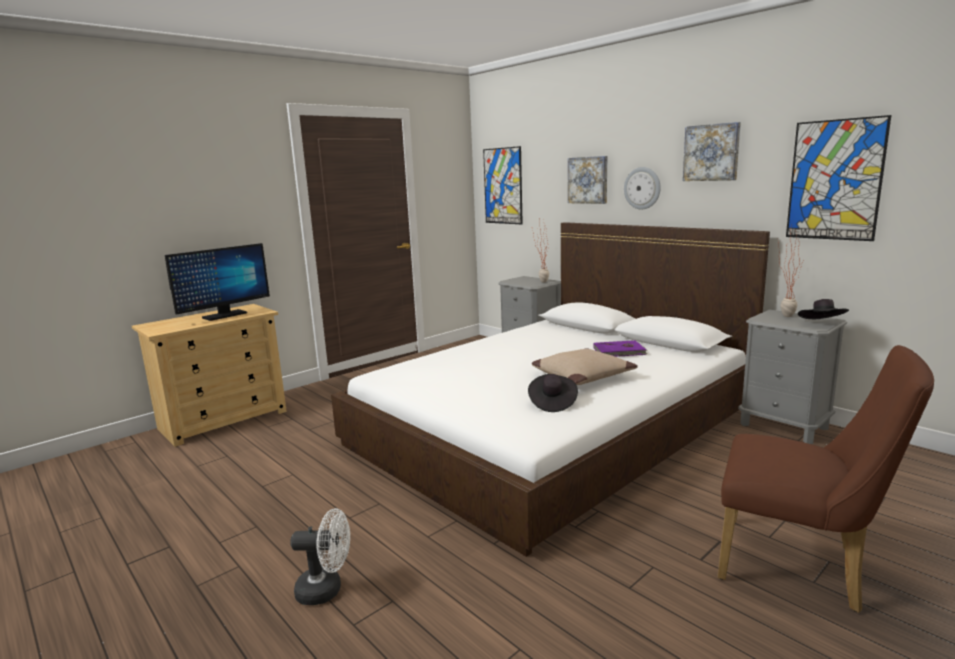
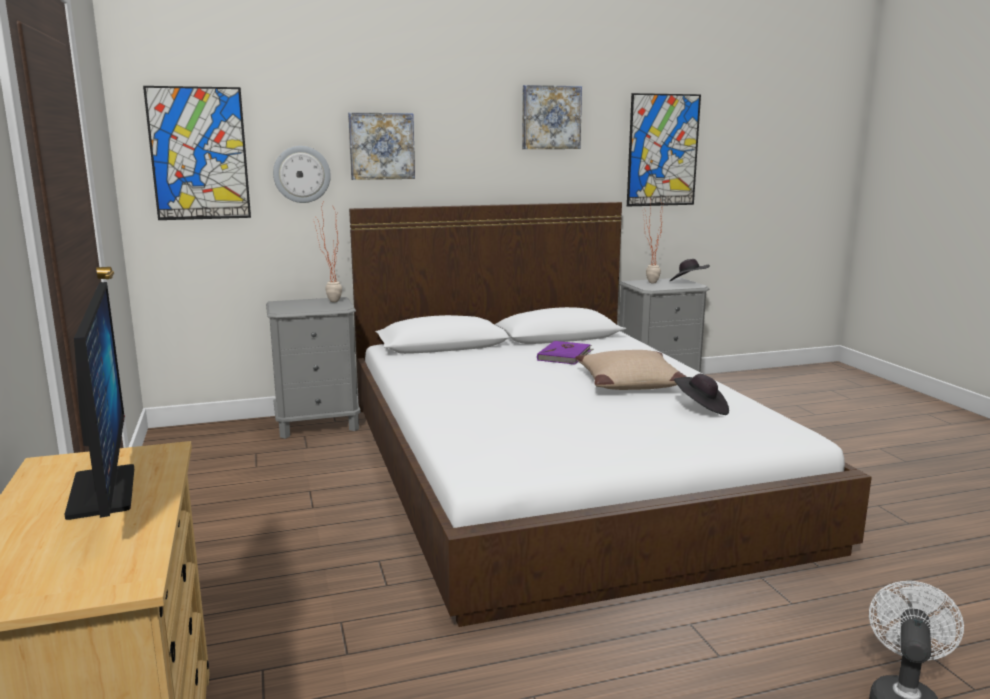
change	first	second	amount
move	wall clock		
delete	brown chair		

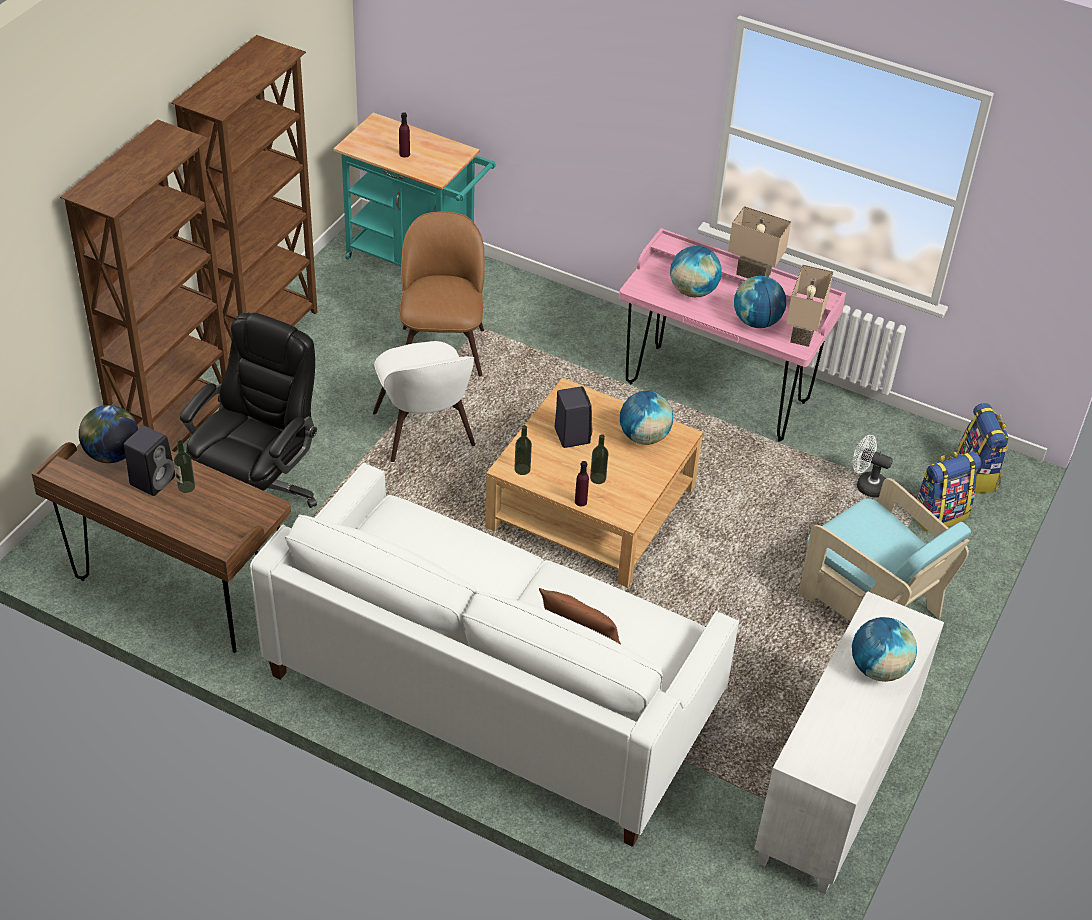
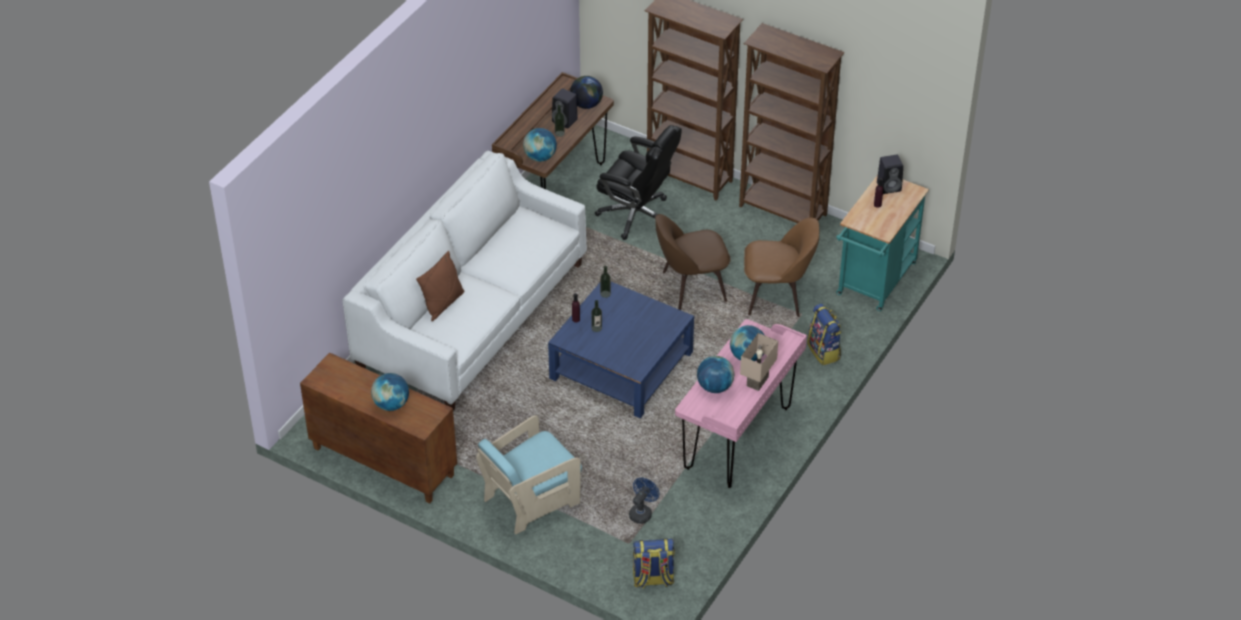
change	first	second	amount
recolor	white chair	brown chair (1st from left)	
recolor	beige coffee table	blue coffee table	
move	black speaker (2nd from left)		
move	globe (2nd from left)		
recolor	white cabinet	brown cabinet	
delete	beige table lamp (2nd from left)		
recolor	white fan	blue fan	
move	backpack (1st from left in the first image)	backpack (2nd from left)	

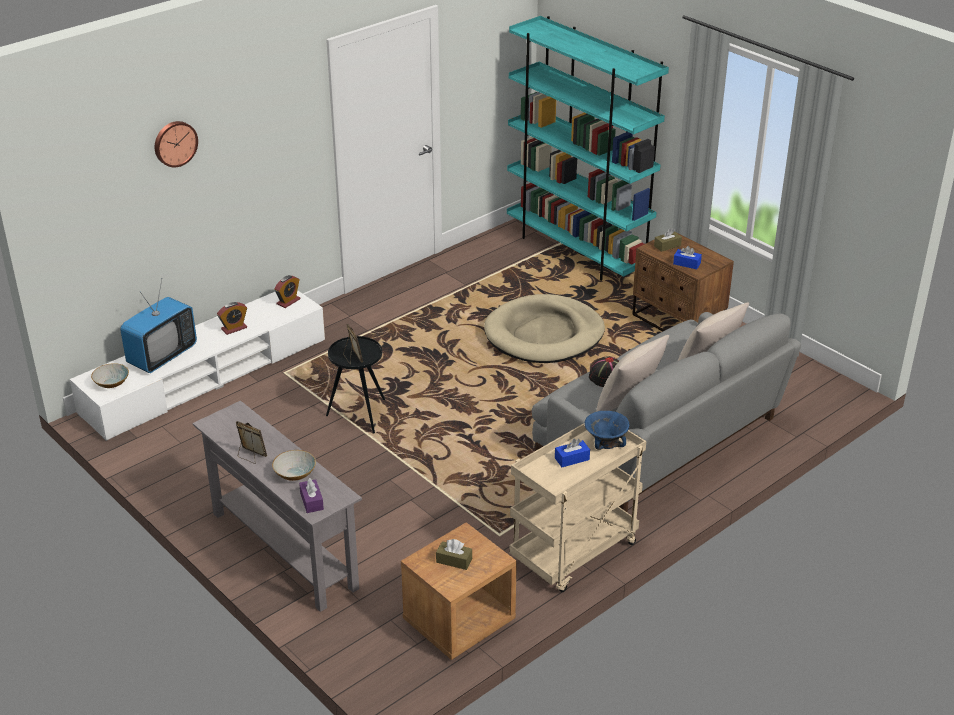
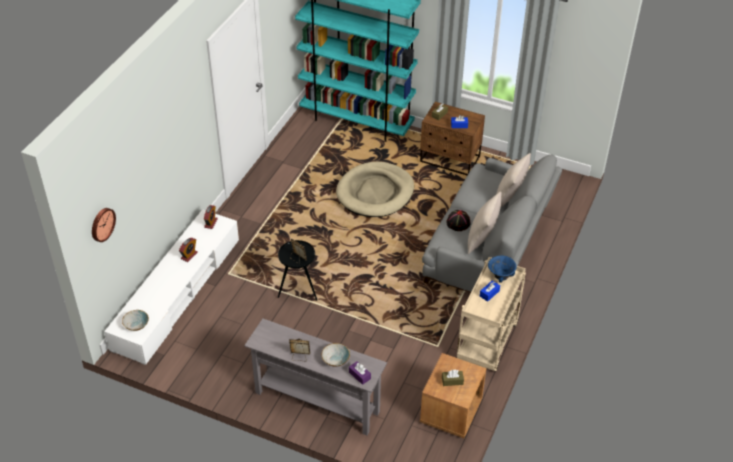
change	first	second	amount
delete	television		
move	wall clock		

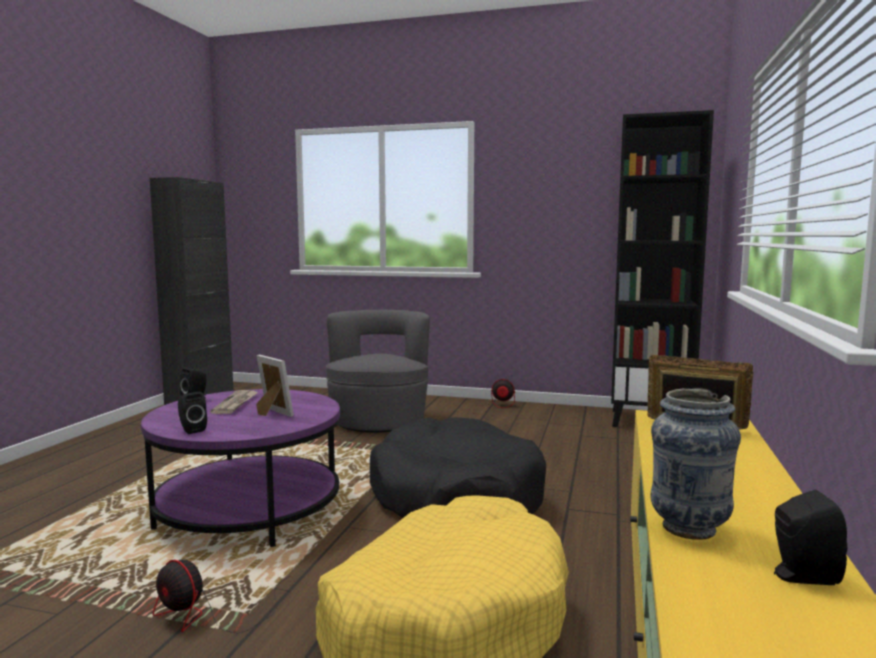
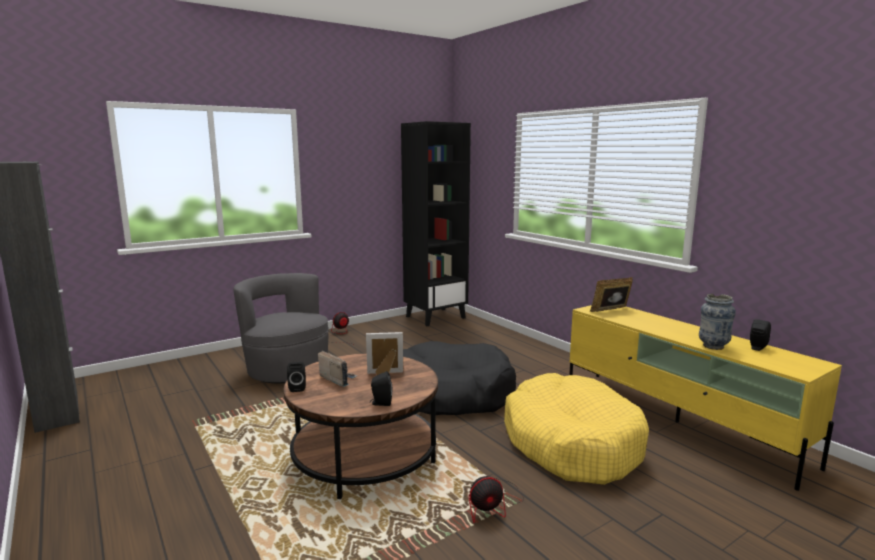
change	first	second	amount
recolor	purple coffee table	brown coffee table	
replace	newspaper	radio	

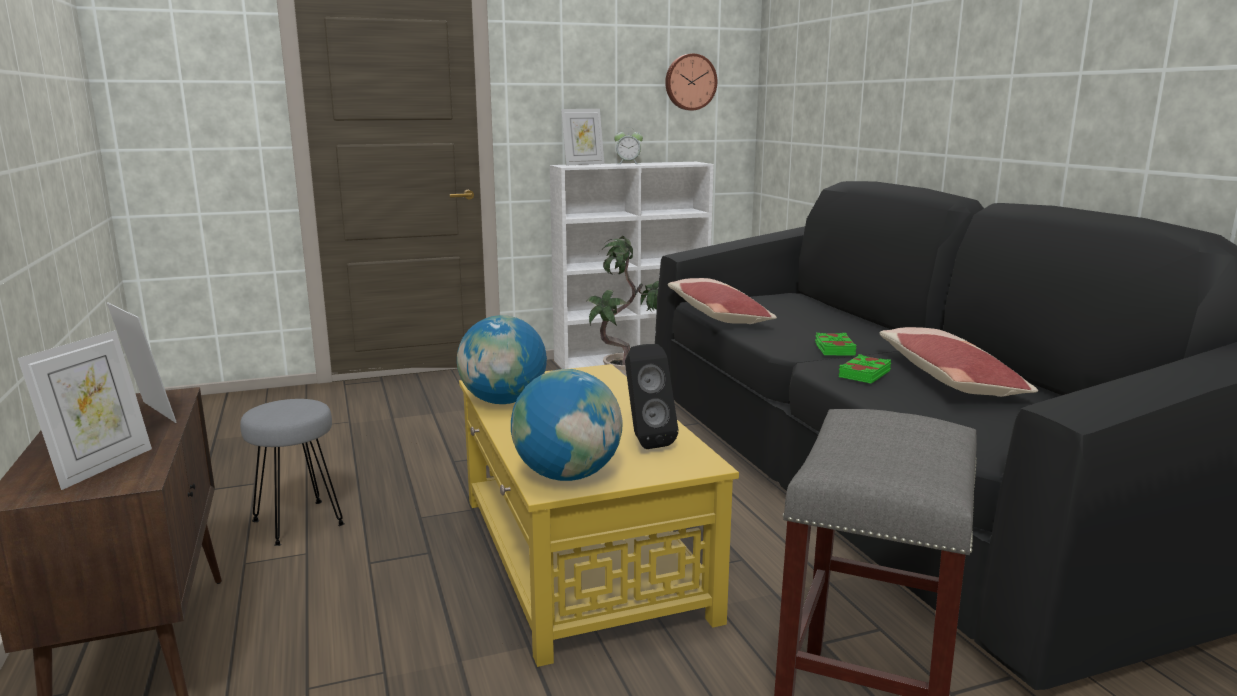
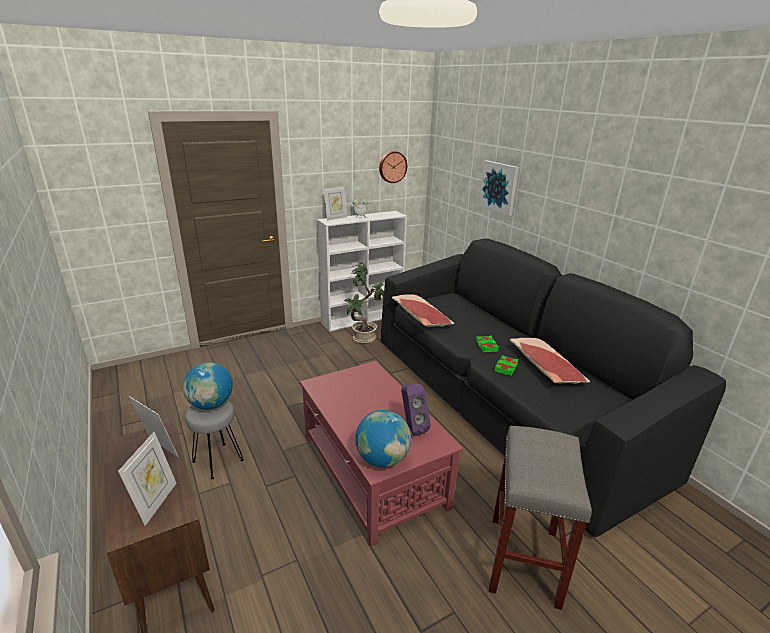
change	first	second	amount
move	globe (1st from left)		
recolor	yellow coffee table	red coffee table	
recolor	black speaker	purple speaker	
insert		picture	

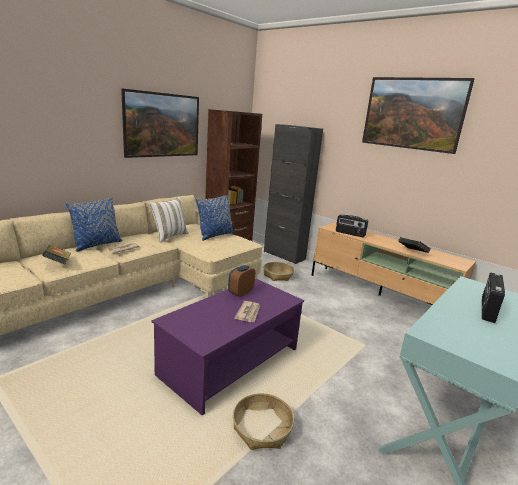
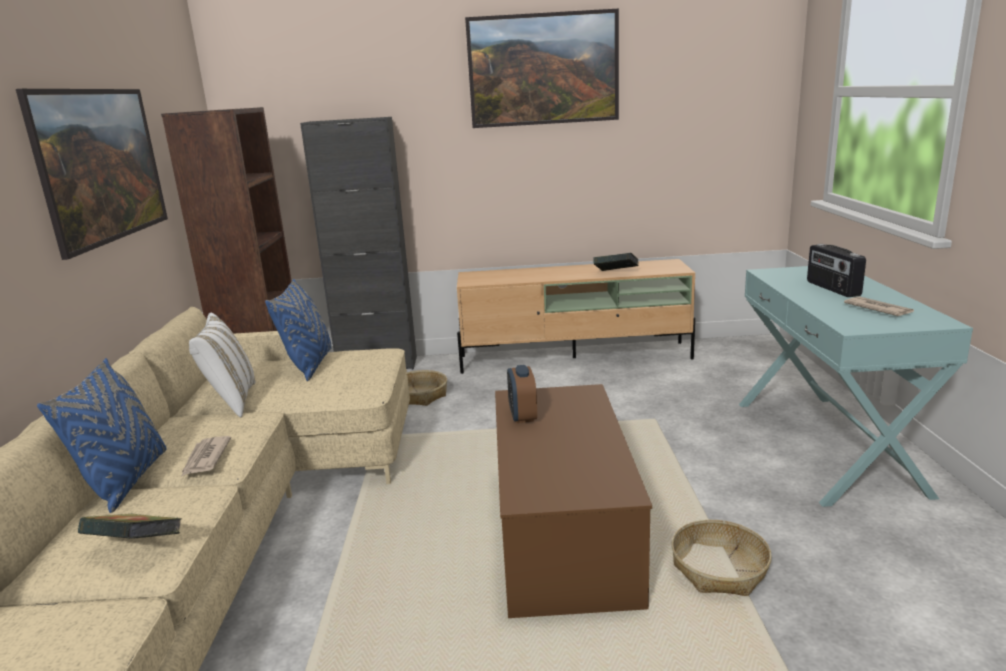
change	first	second	amount
recolor	purple coffee table	brown coffee table	
move	newspaper (2nd from left)		
delete	radio (1st from left)		

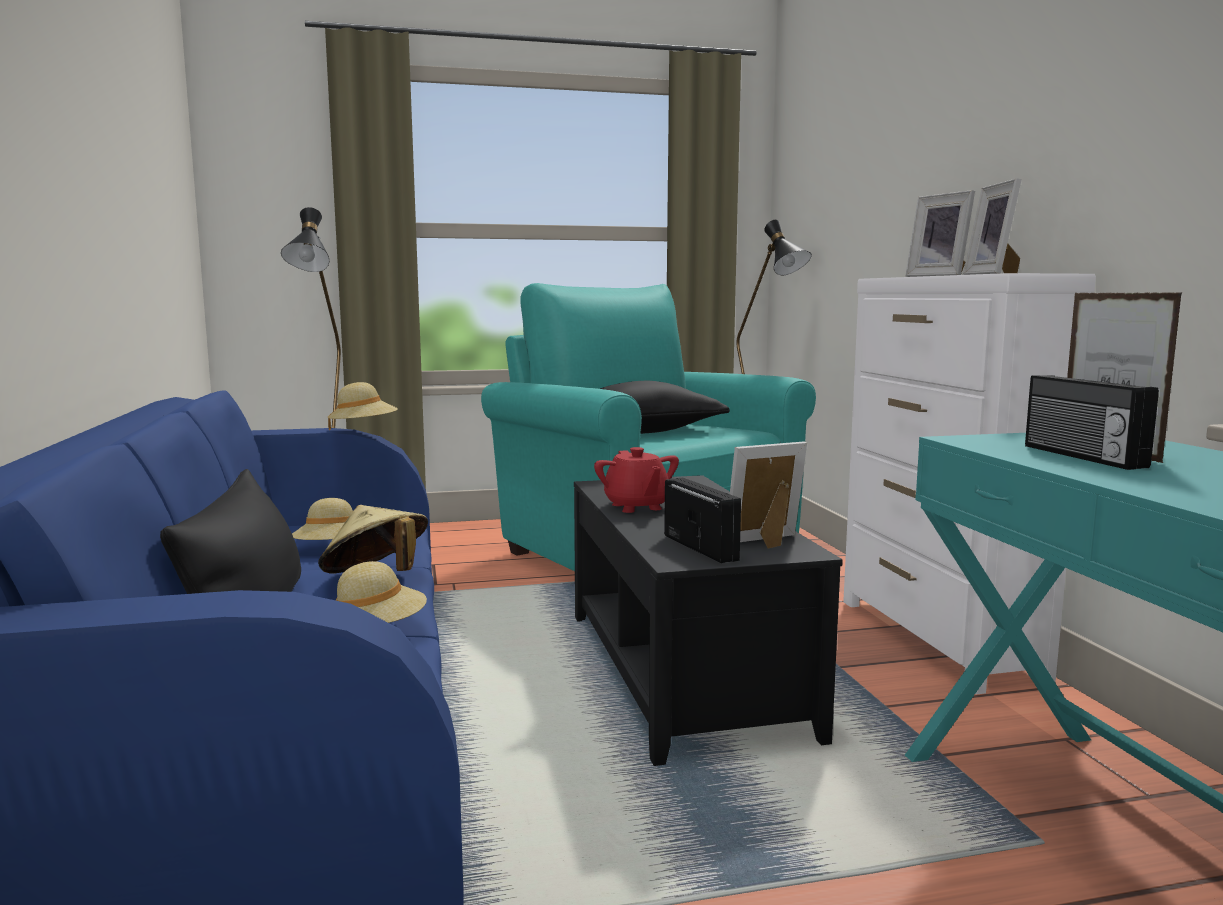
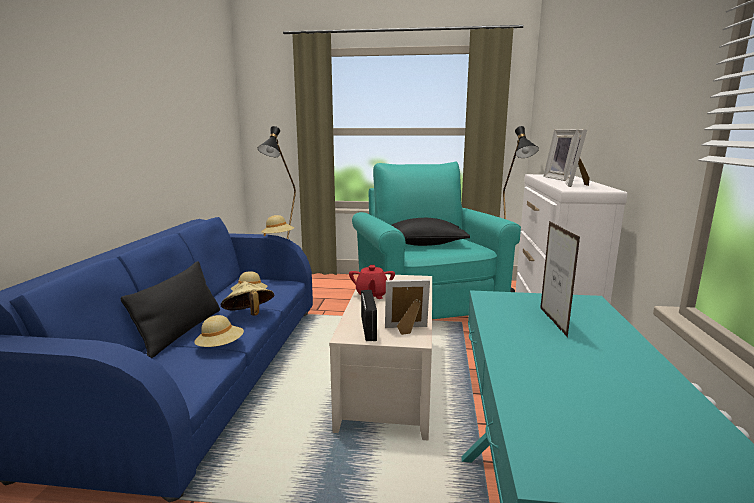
change	first	second	amount
recolor	black coffee table	beige coffee table	
delete	radio (2nd from left)		

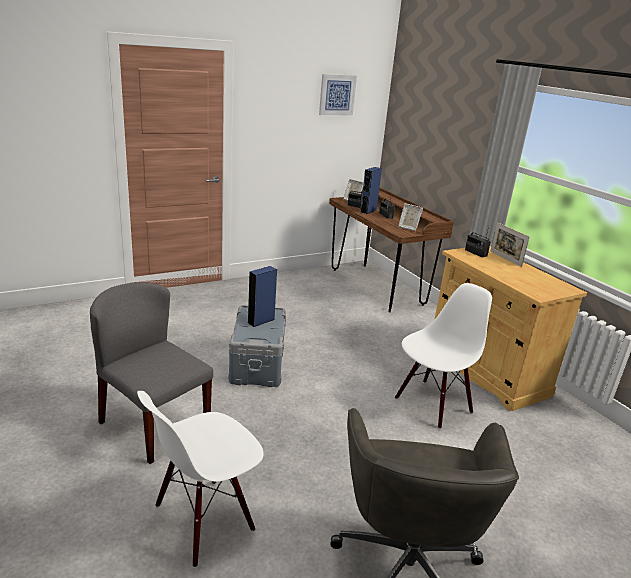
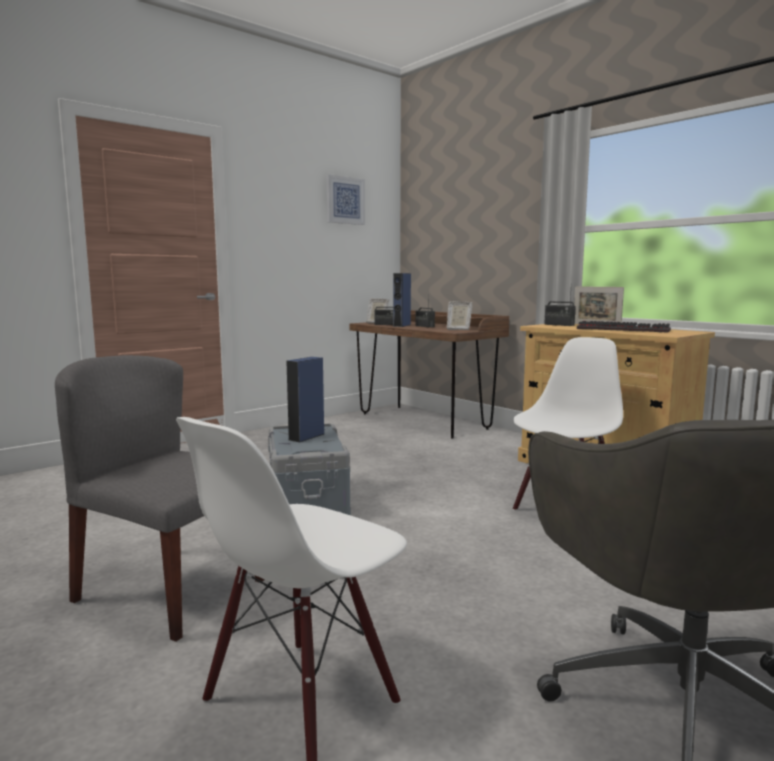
change	first	second	amount
insert		keyboard	

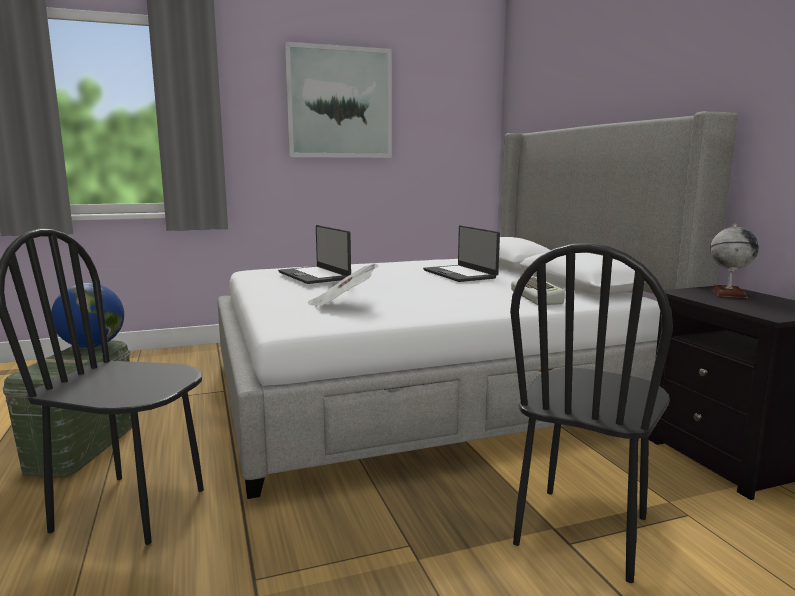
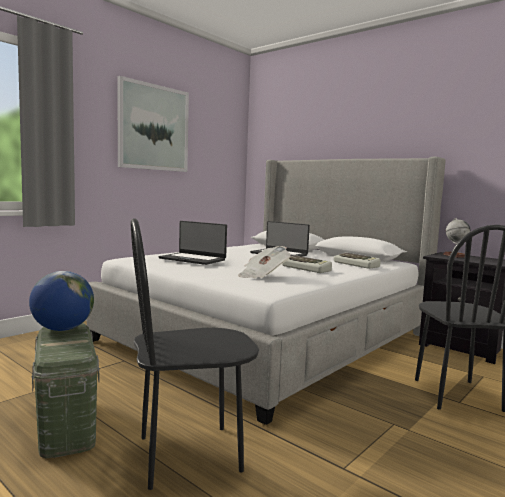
change	first	second	amount
insert		keyboard (1st from left)	

